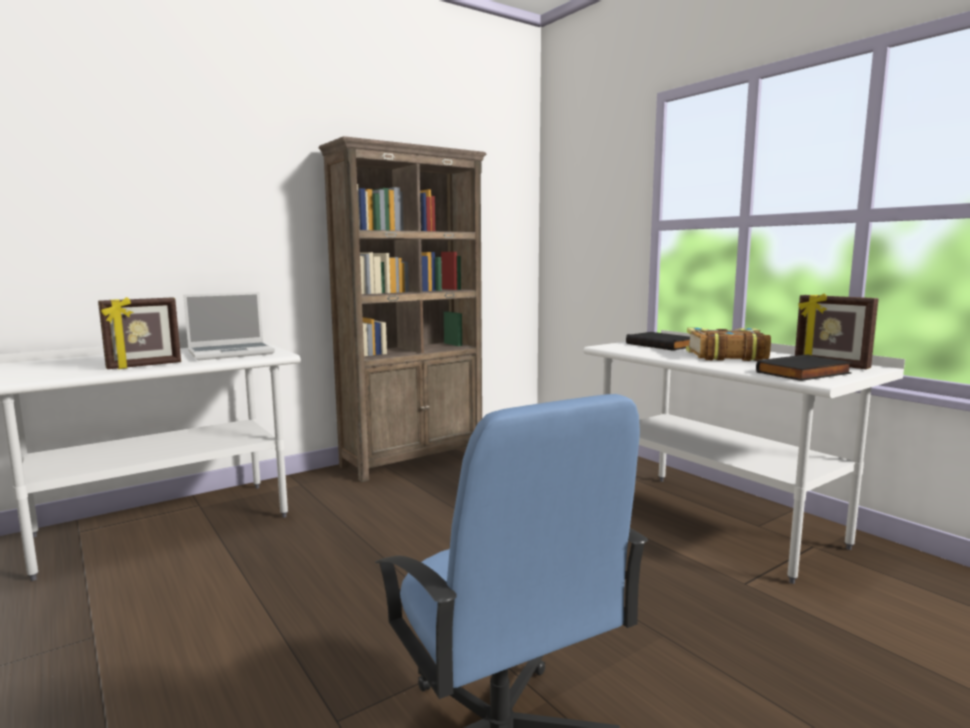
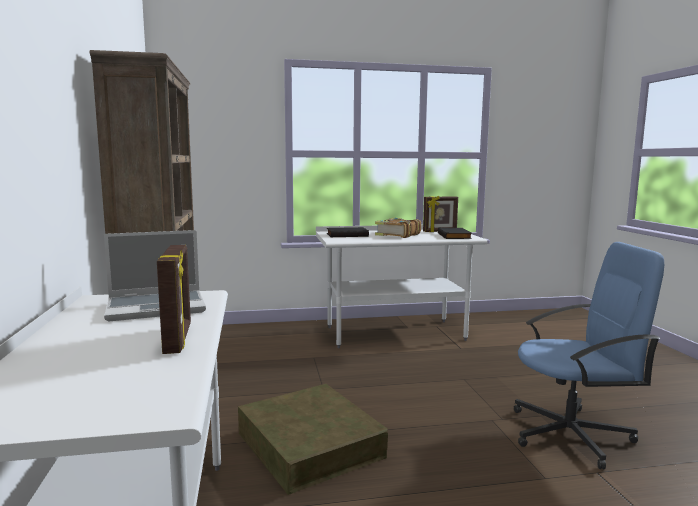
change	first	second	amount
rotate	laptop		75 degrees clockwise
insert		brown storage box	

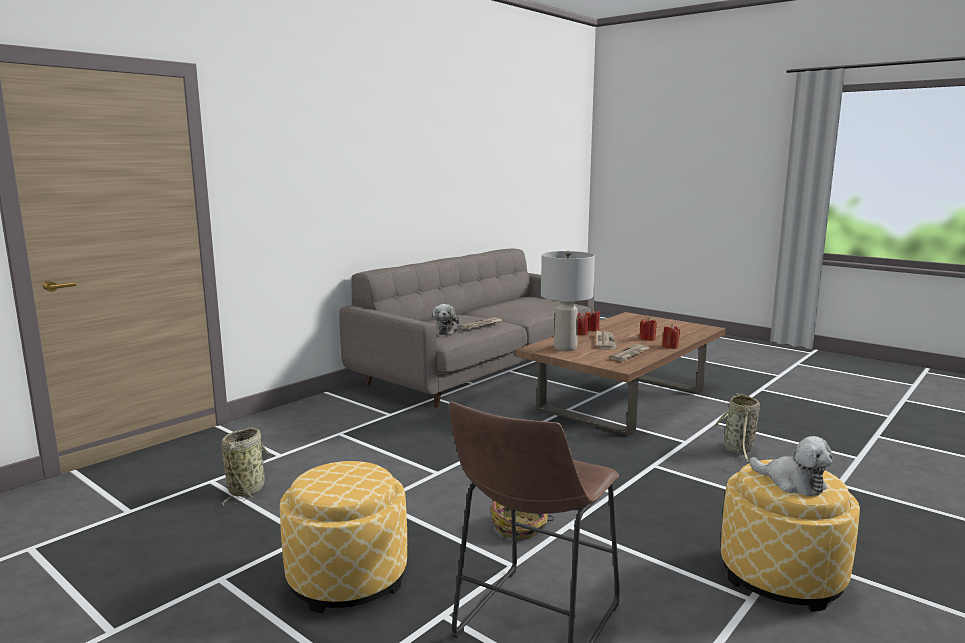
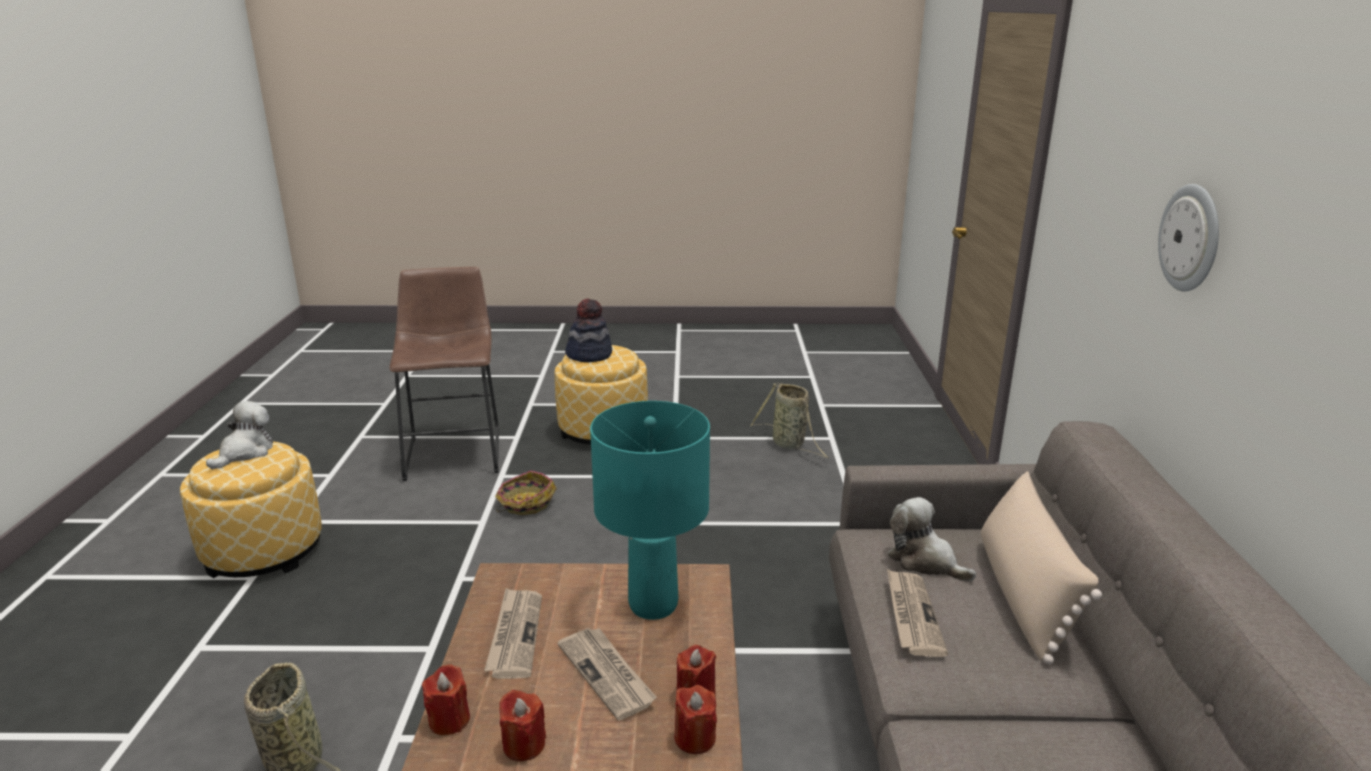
change	first	second	amount
recolor	grey table lamp	turquoise table lamp	
rotate	plush toy (2nd from left in the first image)	plush toy (1st from left)	105 degrees clockwise
insert		hat	
insert		beige pillow	
insert		wall clock	

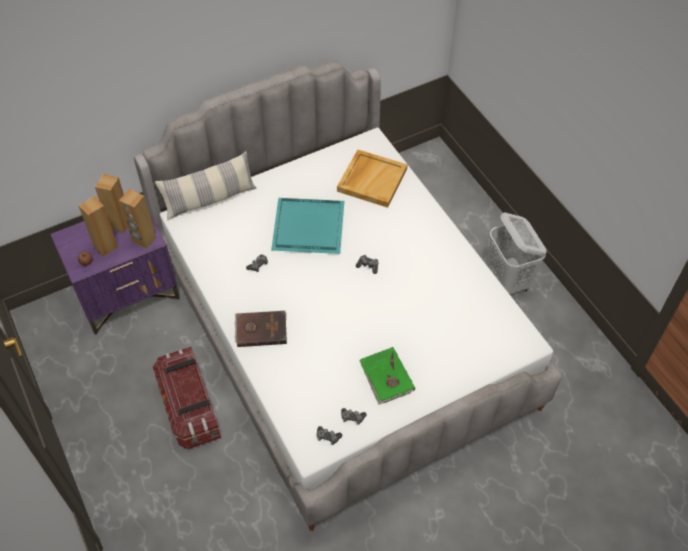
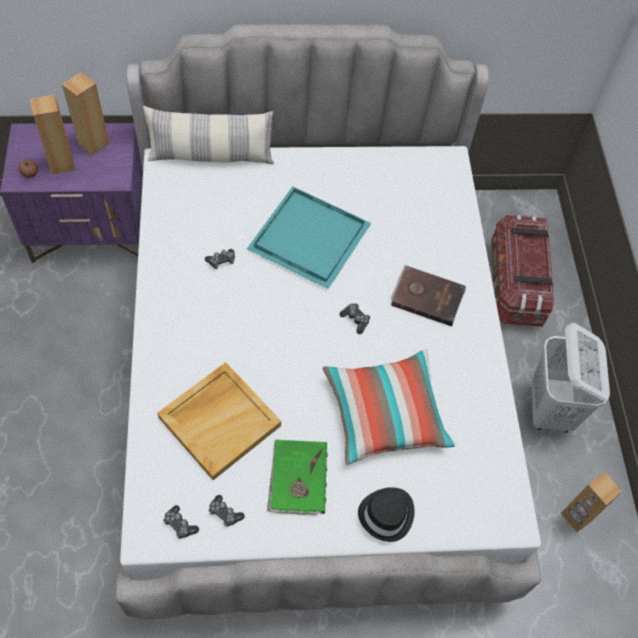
change	first	second	amount
move	brown speaker (3rd from left)		
move	storage box		
move	brown book		
move	beige tray		
insert		pillow (2nd from left)	
insert		black hat	

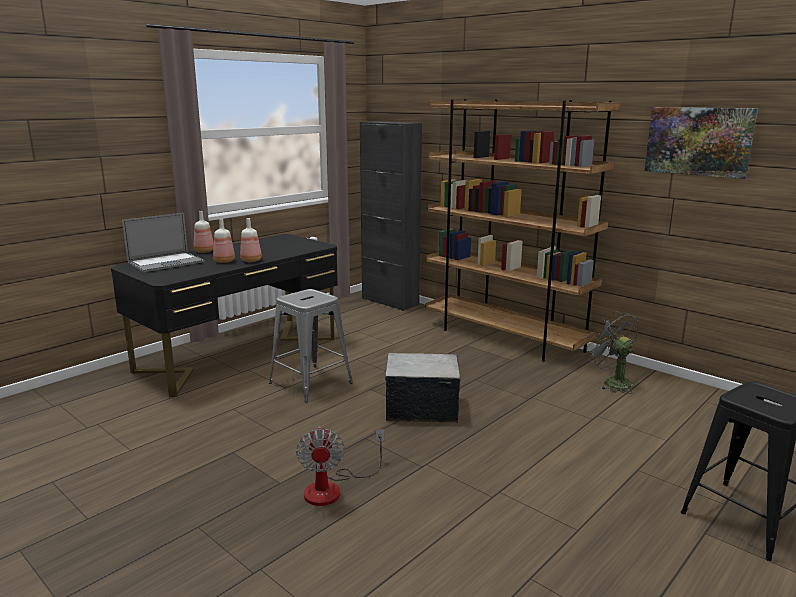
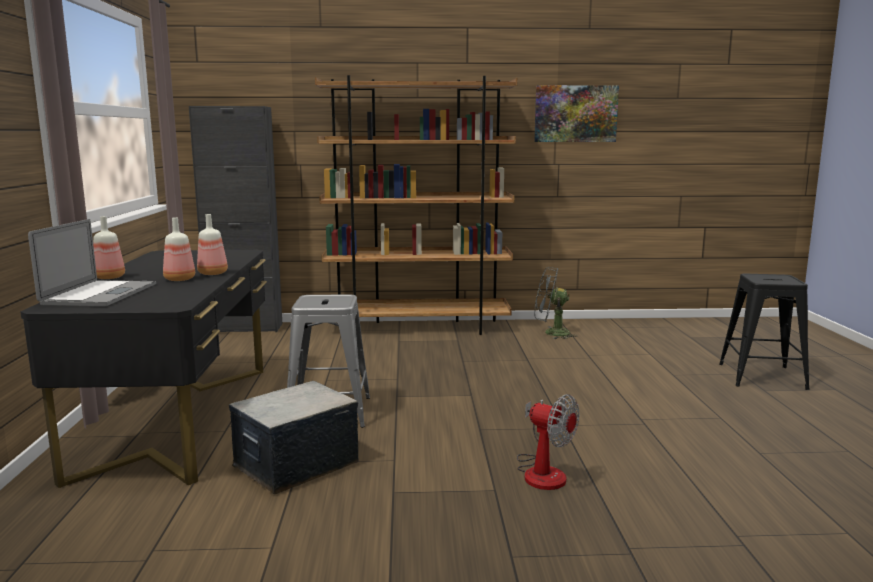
change	first	second	amount
move	storage box		

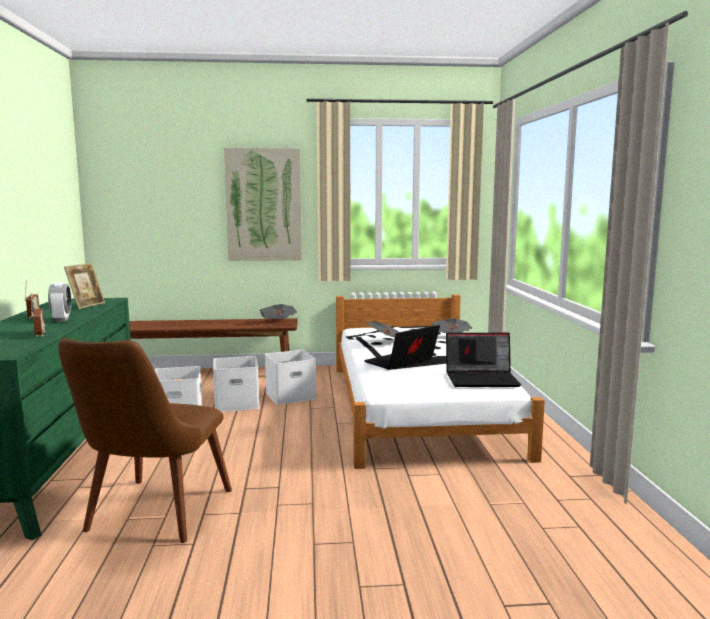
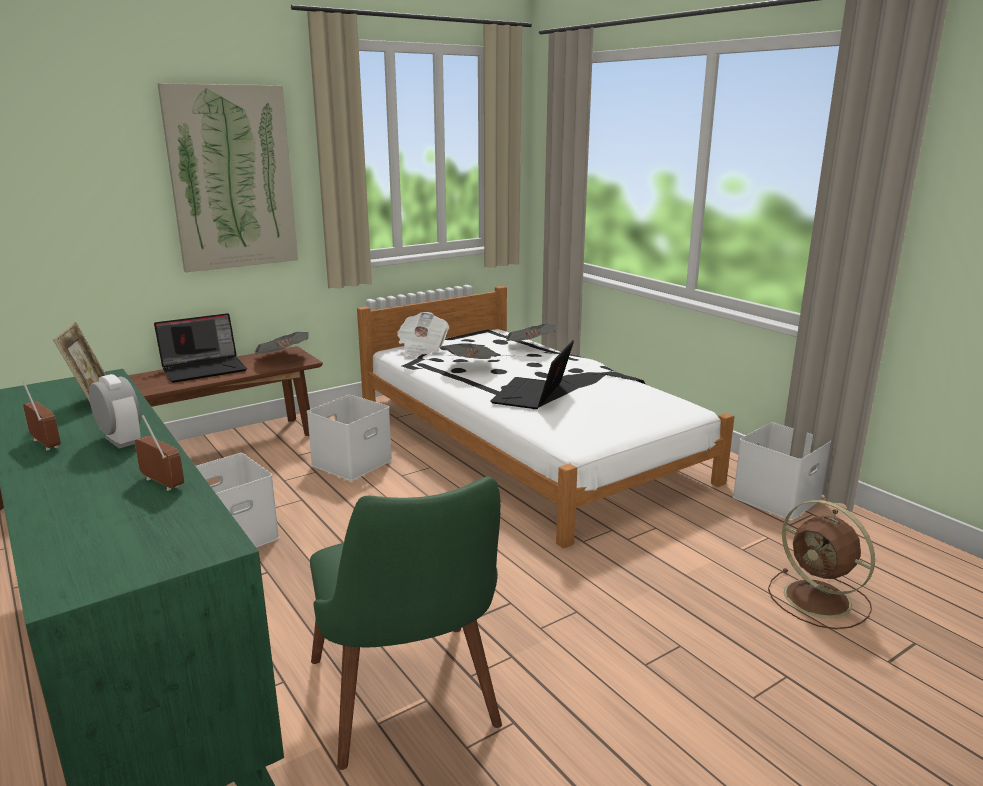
change	first	second	amount
recolor	brown chair	green chair	
move	white storage box (2nd from left in the first image)	white storage box (3rd from left)	
move	laptop (2nd from left in the first image)	laptop (1st from left)	
insert		newspaper (2nd from left)	
insert		brown fan	

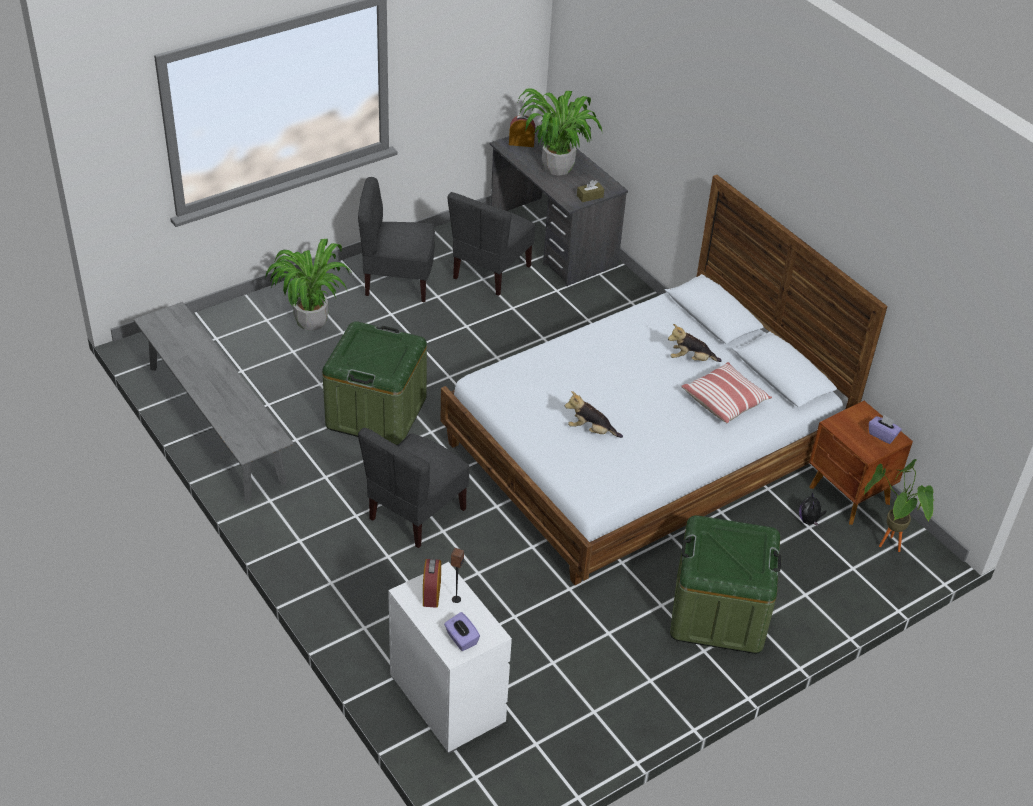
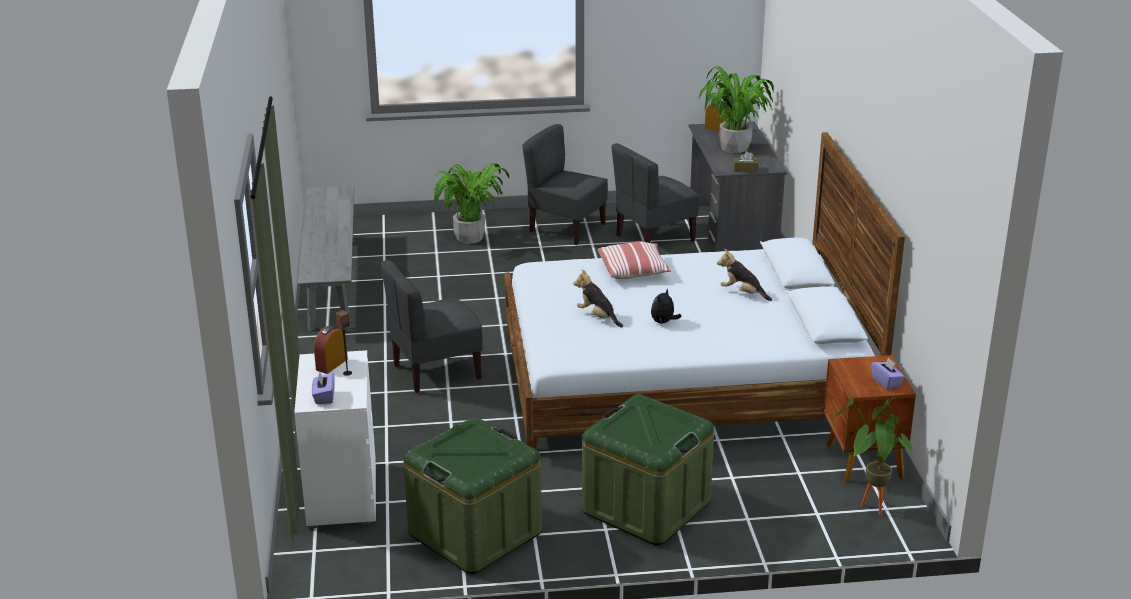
change	first	second	amount
move	green storage box (1st from left)		
move	pillow		
move	plush toy (3rd from left in the first image)	plush toy (2nd from left)	

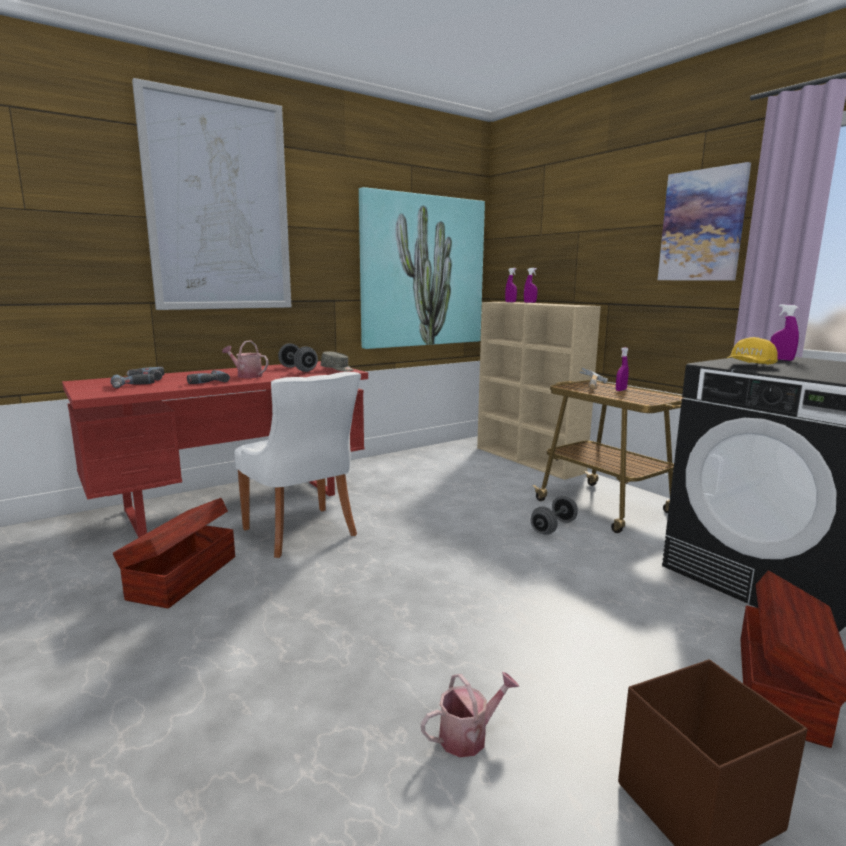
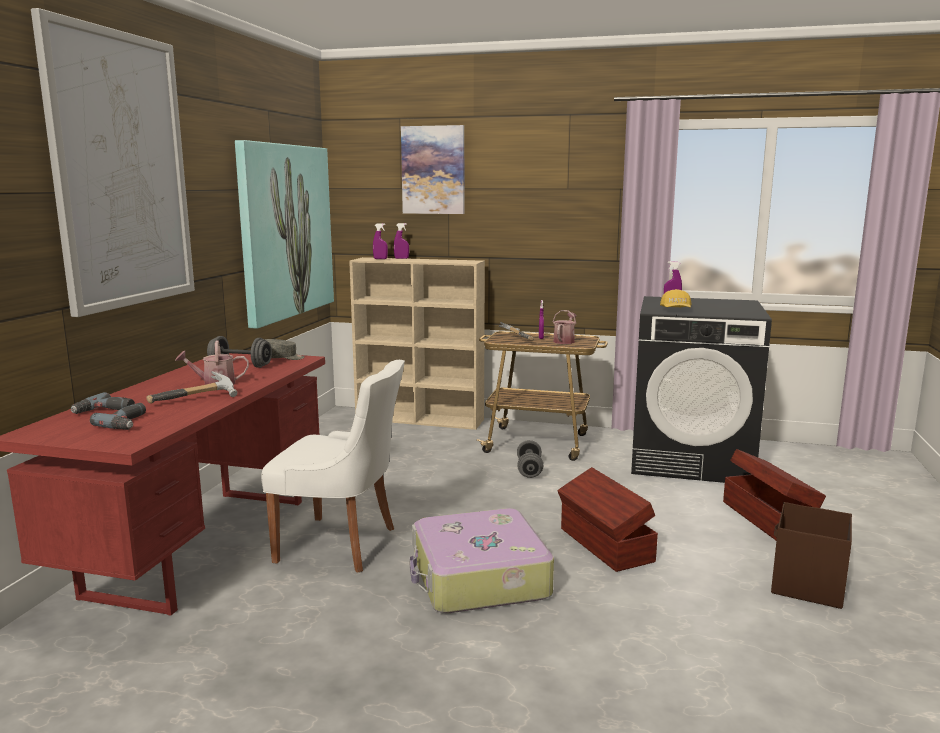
change	first	second	amount
move	brown storage box (1st from left)		
replace	power drill (3rd from left)	hammer (1st from left)	
move	watering can (2nd from left)		
move	picture (3rd from left)		
insert		suitcase	

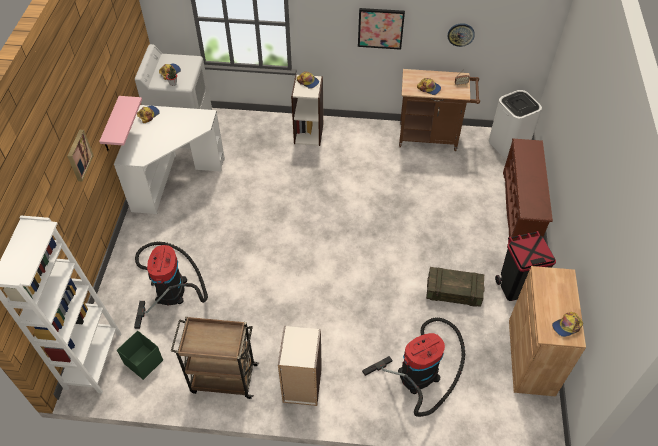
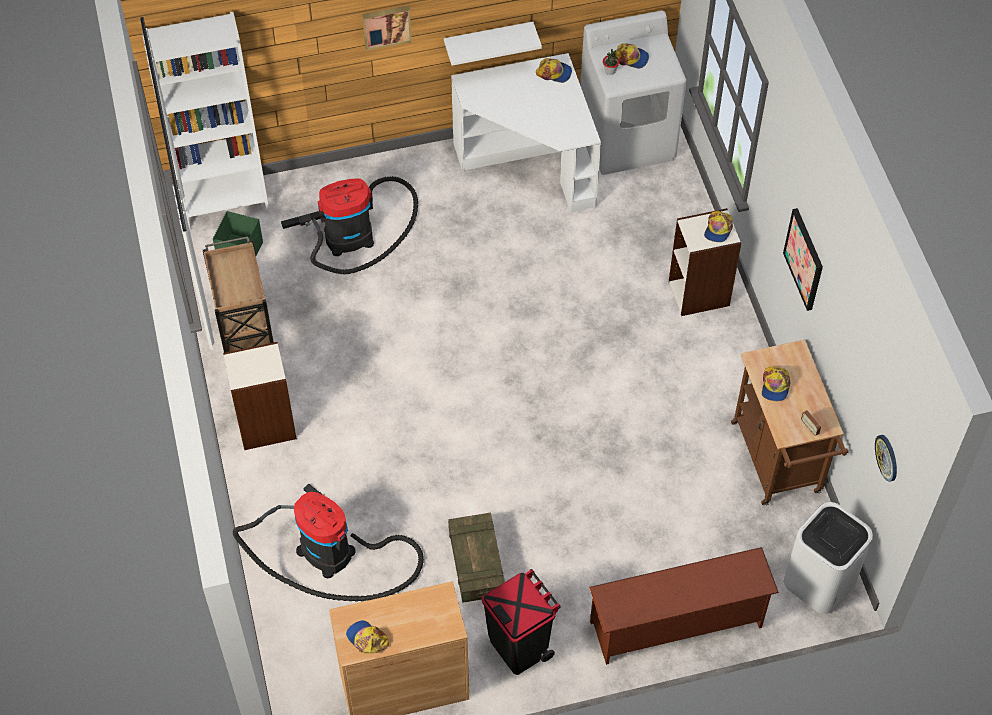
change	first	second	amount
recolor	pink shelf	white shelf	
move	wall clock		

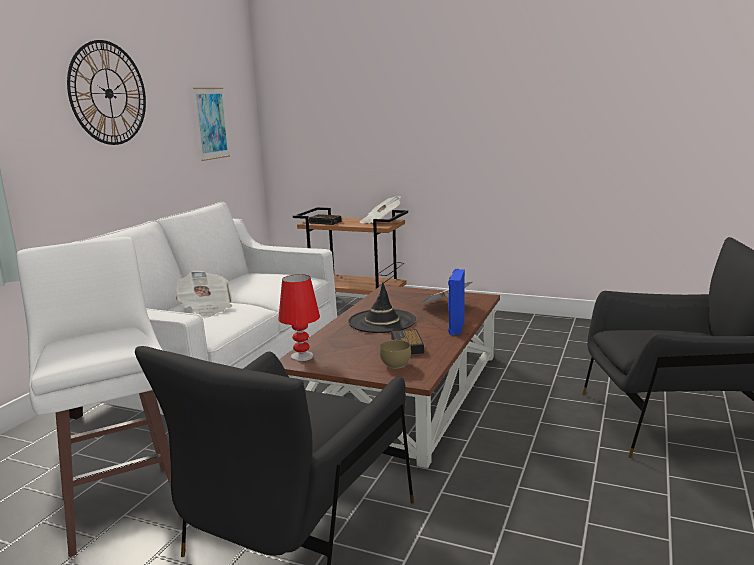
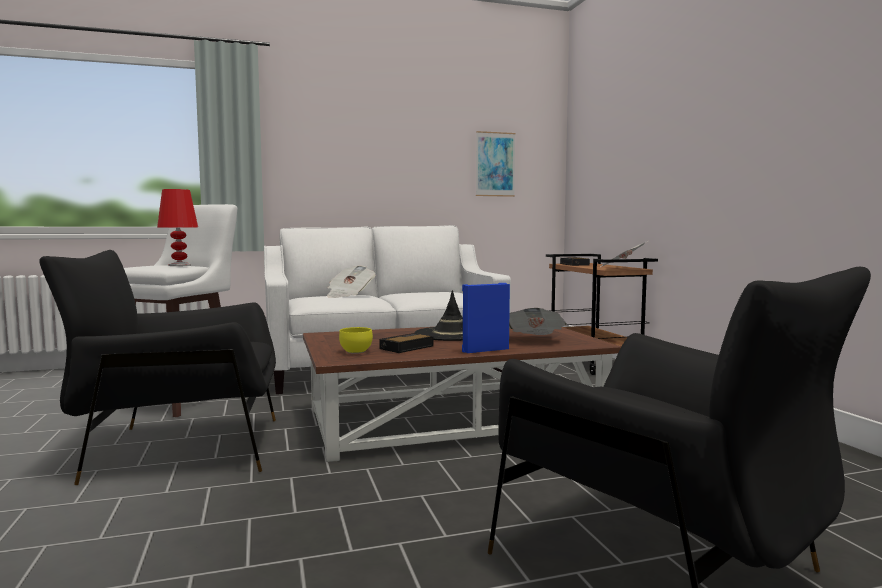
change	first	second	amount
delete	wall clock		
move	red table lamp		
recolor	brown bowl	yellow bowl	

